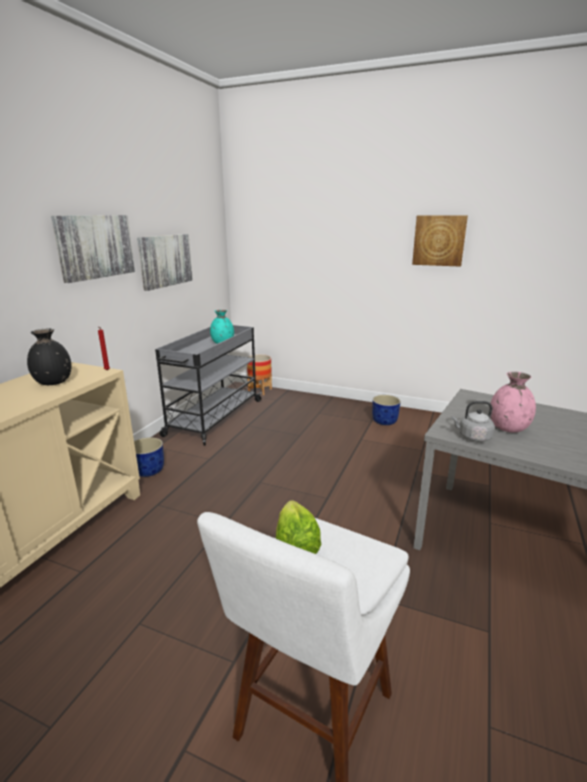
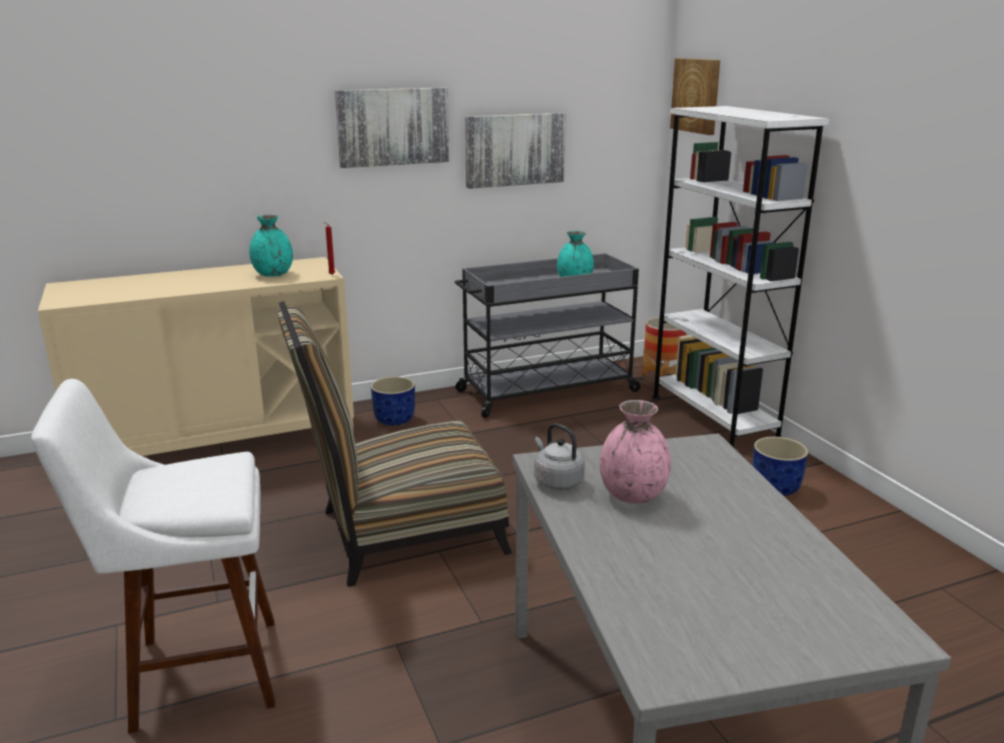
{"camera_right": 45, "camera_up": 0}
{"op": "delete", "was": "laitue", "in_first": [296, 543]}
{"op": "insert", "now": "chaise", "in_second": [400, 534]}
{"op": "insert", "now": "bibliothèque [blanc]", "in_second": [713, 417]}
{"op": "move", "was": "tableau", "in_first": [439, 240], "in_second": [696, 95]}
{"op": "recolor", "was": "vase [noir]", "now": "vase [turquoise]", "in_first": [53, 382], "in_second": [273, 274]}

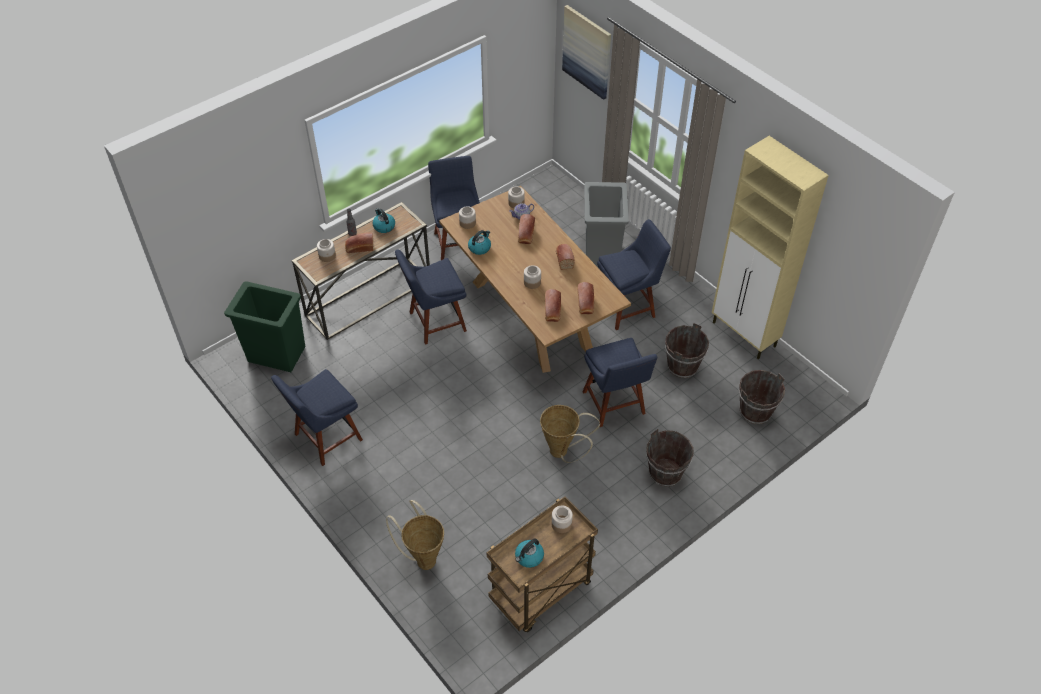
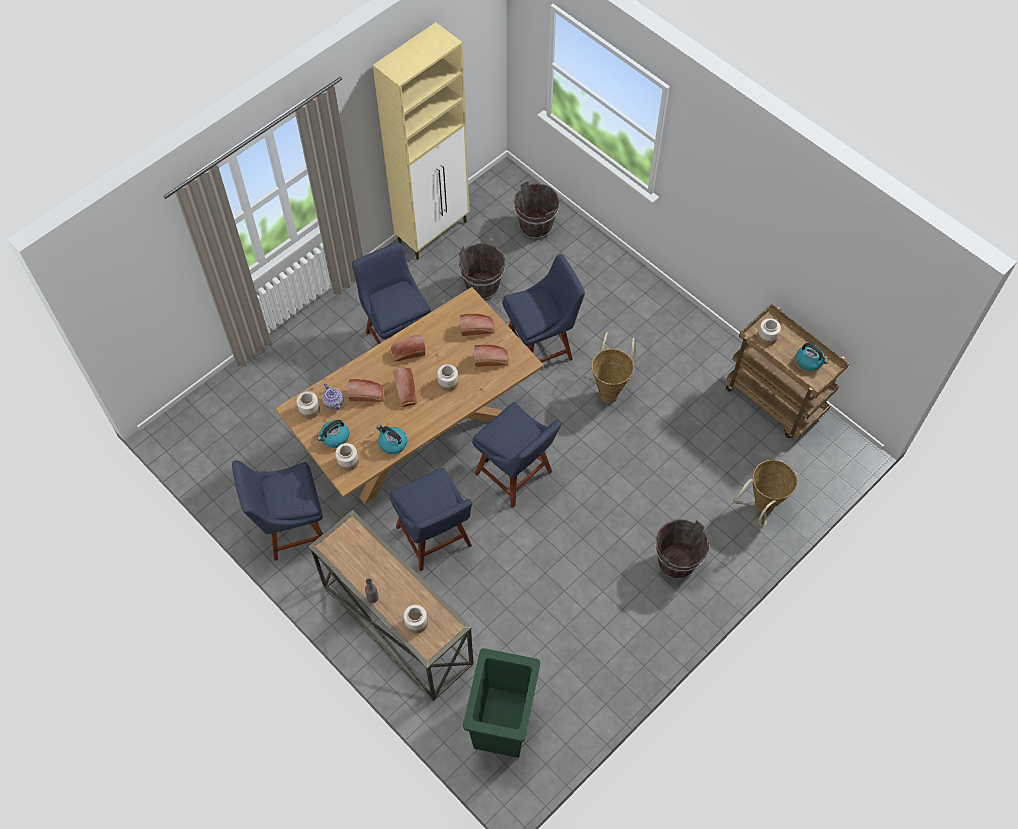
{"camera_right": -95, "camera_up": 10}
{"op": "delete", "was": "tableau", "in_first": [587, 52]}
{"op": "delete", "was": "poubelle [gris]", "in_first": [601, 253]}
{"op": "move", "was": "chaise [bleu]", "in_first": [325, 439], "in_second": [516, 475]}
{"op": "move", "was": "pain", "in_first": [359, 248], "in_second": [406, 392]}
{"op": "move", "was": "bouilloire", "in_first": [383, 226], "in_second": [334, 437]}
{"op": "move", "was": "seau [marron]", "in_first": [665, 473], "in_second": [676, 562]}

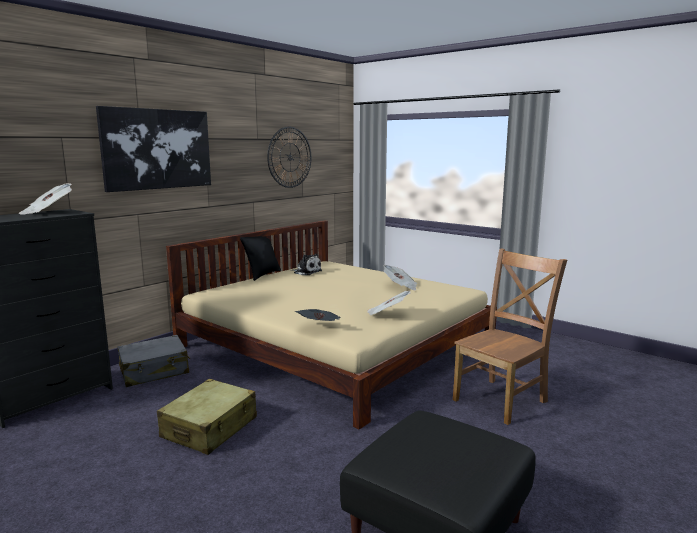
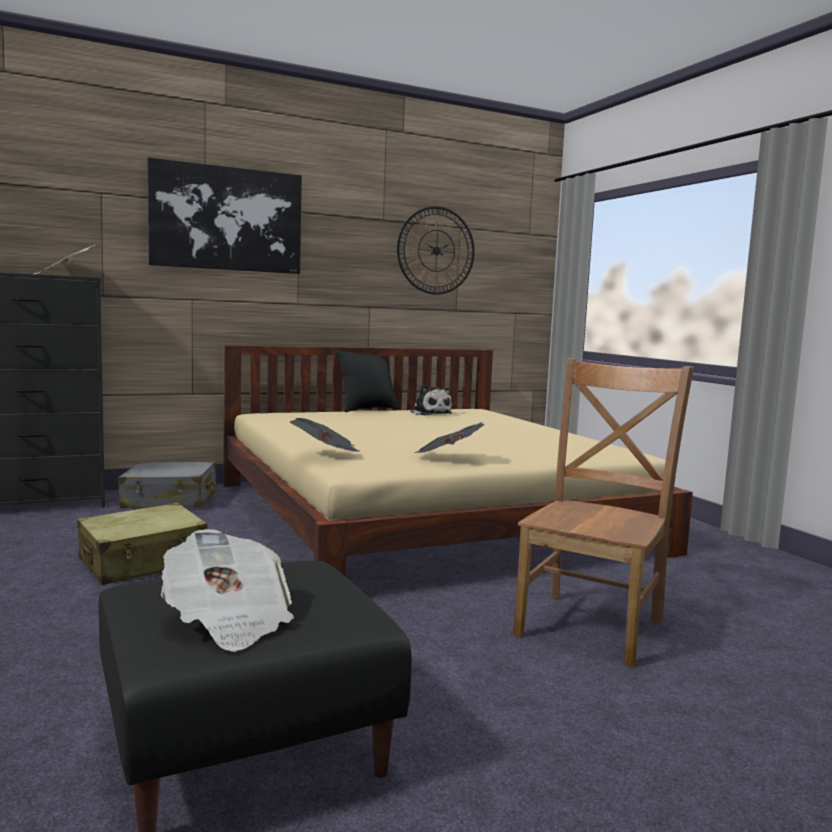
{"camera_right": 25, "camera_up": -5}
{"op": "move", "was": "journal", "in_first": [400, 287], "in_second": [228, 621]}
{"op": "rotate", "was": "chaise [marron]", "in_first": [502, 399], "in_second": [592, 624], "clockwise": -45}

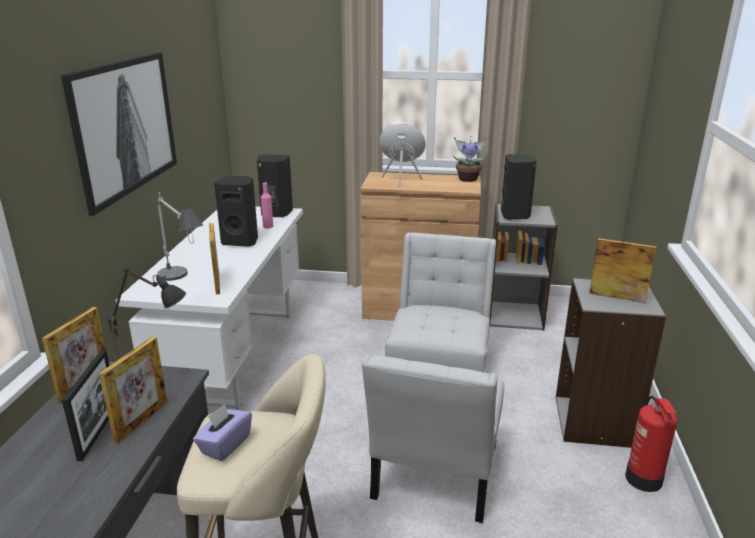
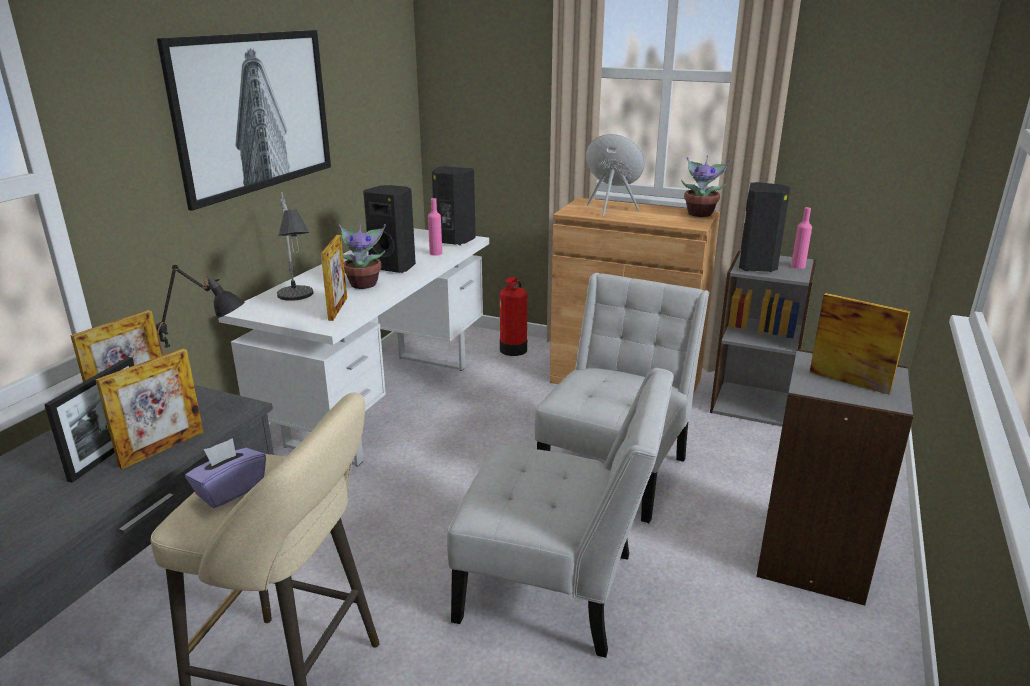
{"camera_right": 15, "camera_up": 0}
{"op": "insert", "now": "plante en pot", "in_second": [364, 284]}
{"op": "insert", "now": "bouteille [rose]", "in_second": [798, 266]}
{"op": "move", "was": "extincteur", "in_first": [644, 479], "in_second": [513, 350]}
{"op": "rotate", "was": "chaise [blanc]", "in_first": [433, 477], "in_second": [557, 590], "clockwise": -105}

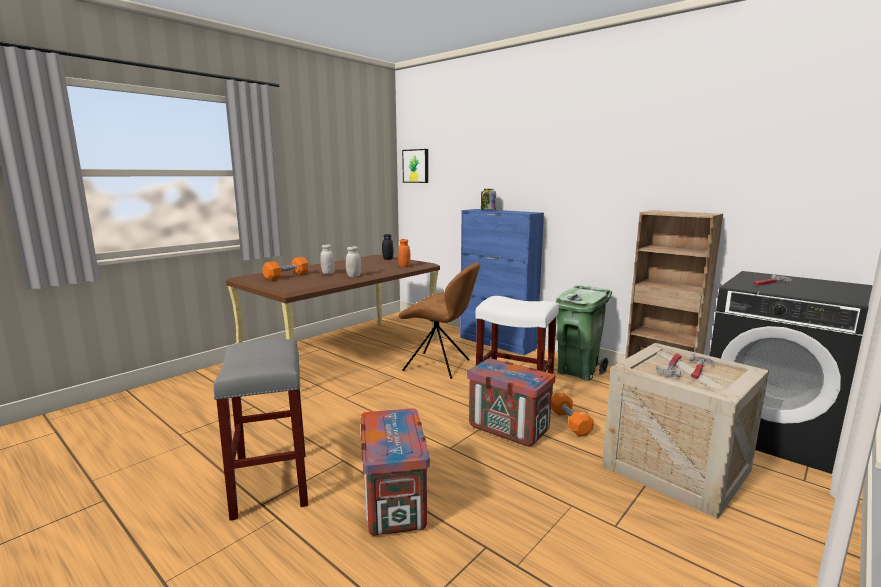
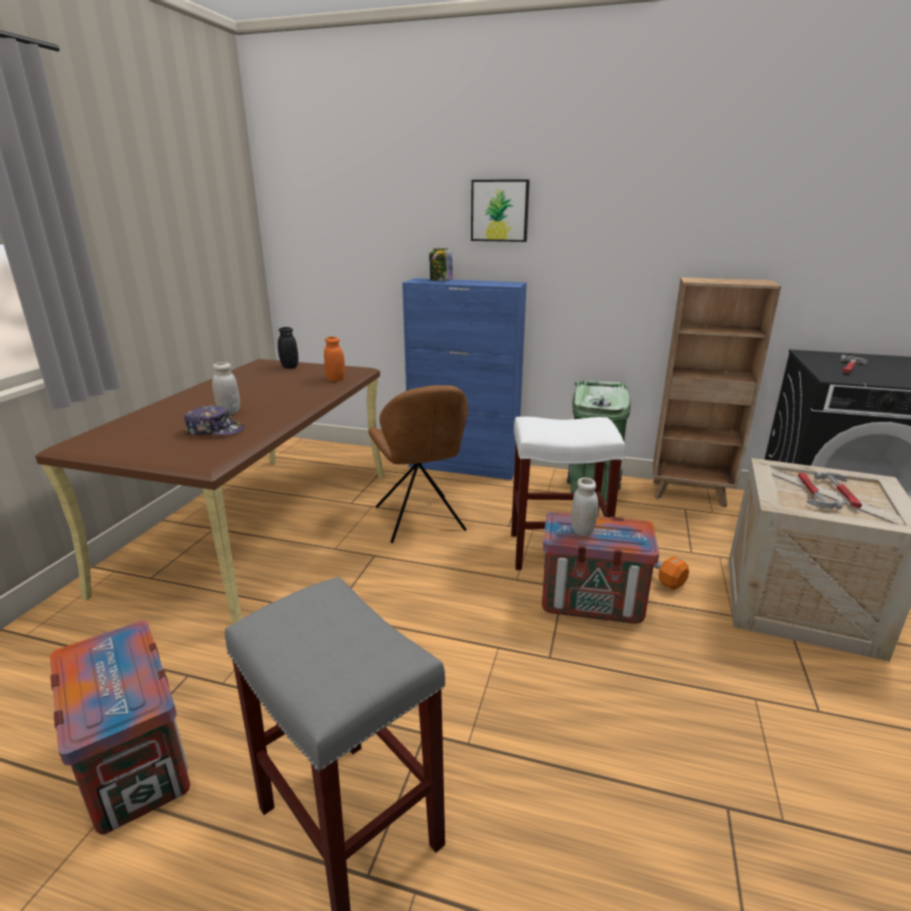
{"camera_right": -25, "camera_up": 10}
{"op": "delete", "was": "haltère [orange]", "in_first": [286, 276]}
{"op": "insert", "now": "casquette", "in_second": [215, 430]}
{"op": "move", "was": "bocal [blanc]", "in_first": [354, 276], "in_second": [582, 531]}
{"op": "move", "was": "caisse", "in_first": [394, 503], "in_second": [135, 764]}
{"op": "move", "was": "tableau", "in_first": [416, 166], "in_second": [500, 210]}
{"op": "rotate", "was": "chaise [marron]", "in_first": [439, 366], "in_second": [420, 520], "clockwise": 75}

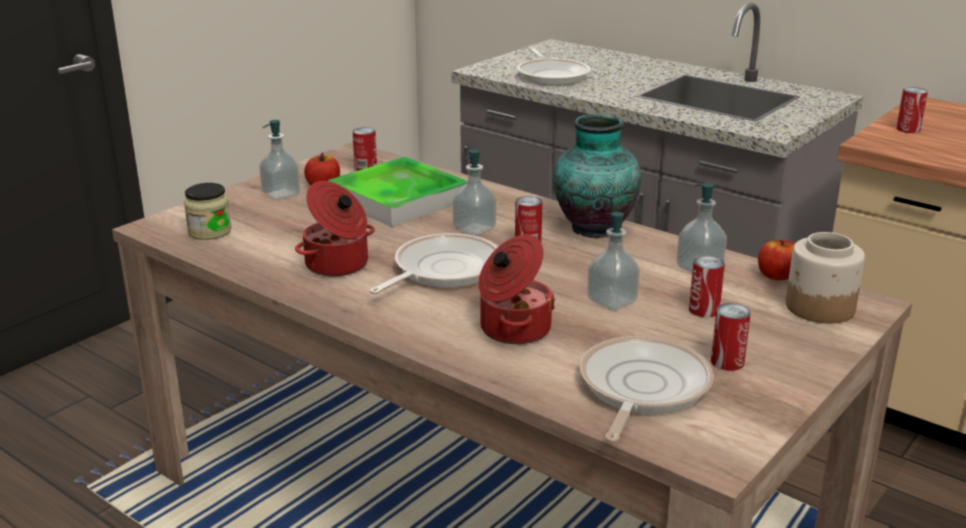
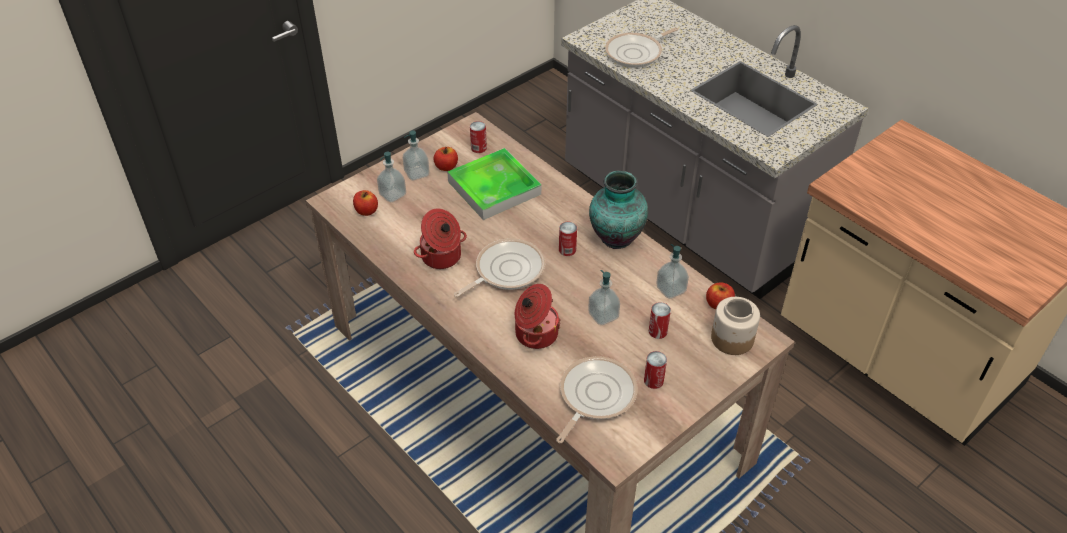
{"camera_right": 10, "camera_up": 20}
{"op": "delete", "was": "boîte métallique", "in_first": [908, 129]}
{"op": "move", "was": "distributeur de savon", "in_first": [474, 229], "in_second": [392, 195]}
{"op": "replace", "was": "bocal", "now": "pomme", "in_first": [210, 231], "in_second": [366, 211]}
{"op": "rotate", "was": "poêle", "in_first": [552, 75], "in_second": [636, 53], "clockwise": 60}

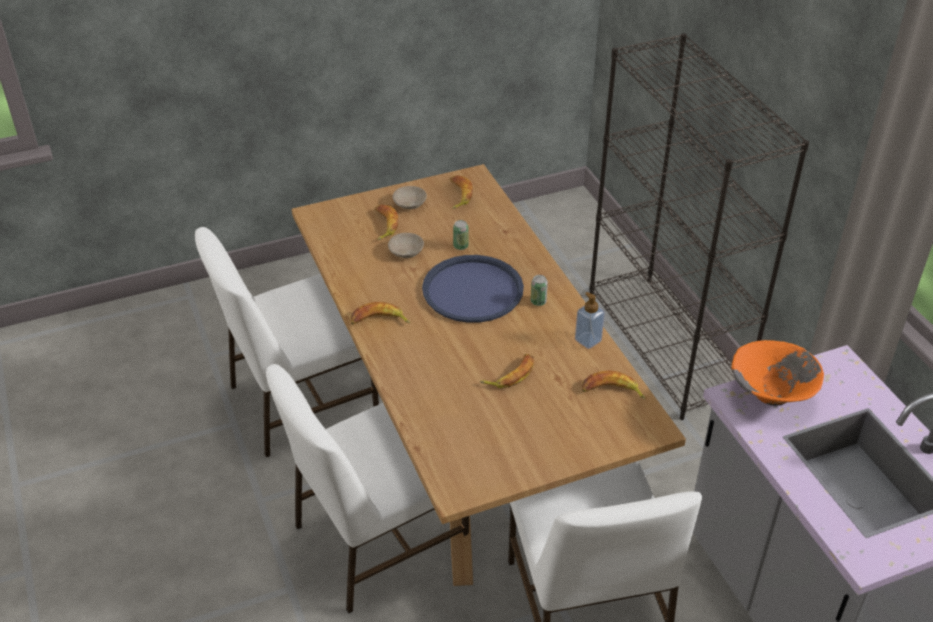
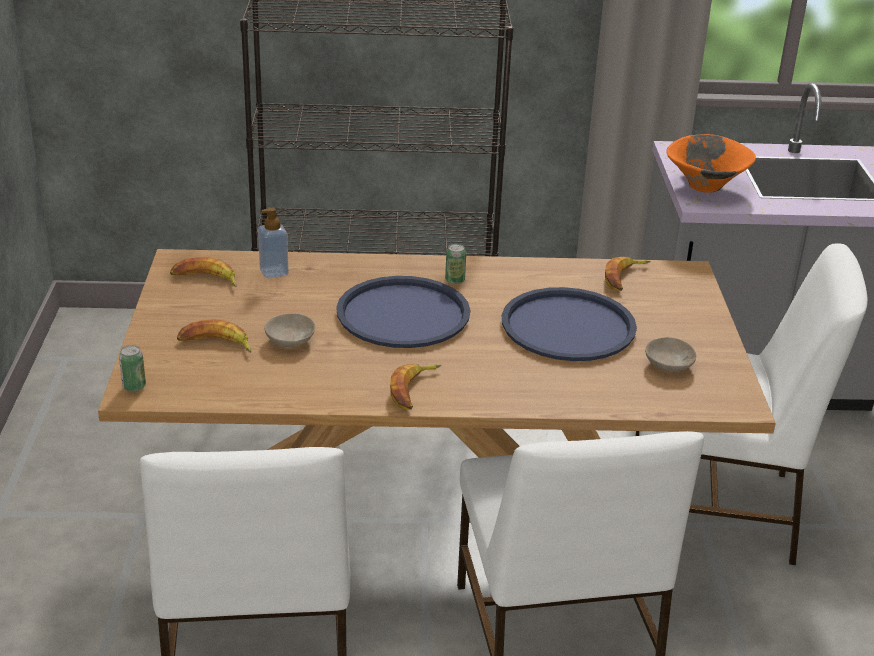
{"camera_right": -70, "camera_up": -10}
{"op": "move", "was": "bol [beige]", "in_first": [410, 203], "in_second": [667, 364]}
{"op": "move", "was": "boîte métallique", "in_first": [460, 246], "in_second": [134, 386]}
{"op": "move", "was": "distributeur de savon", "in_first": [588, 340], "in_second": [274, 272]}
{"op": "replace", "was": "banane", "now": "plateau [bleu]", "in_first": [510, 375], "in_second": [568, 326]}

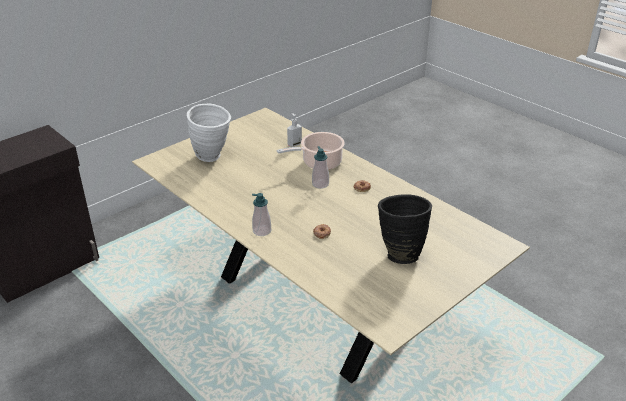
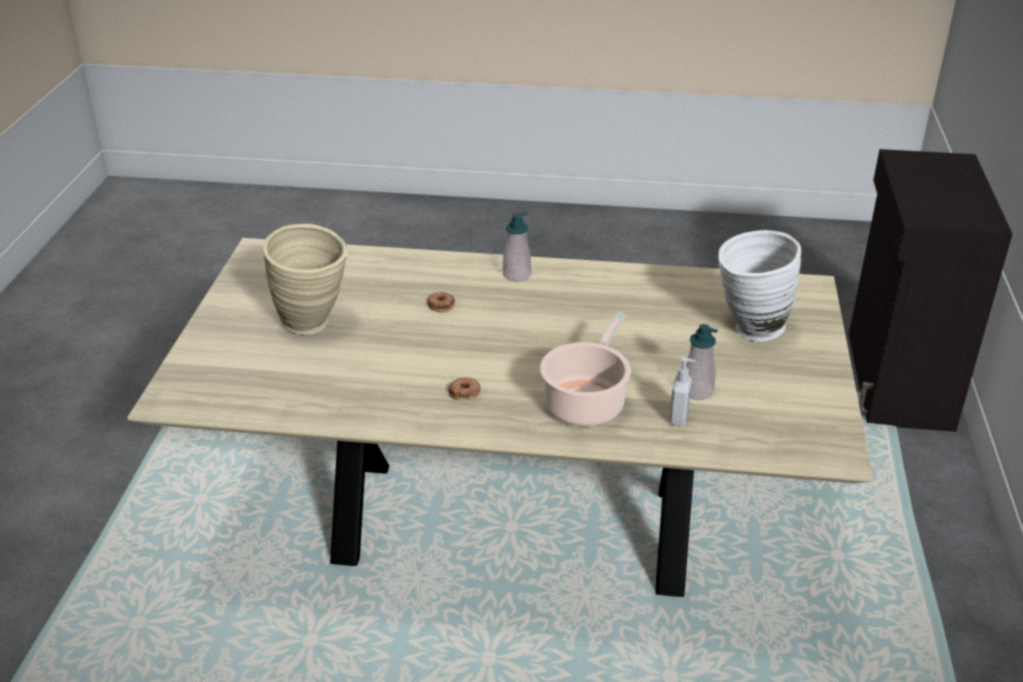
{"camera_right": 140, "camera_up": 0}
{"op": "move", "was": "distributeur de savon", "in_first": [320, 184], "in_second": [696, 391]}
{"op": "recolor", "was": "vase [noir]", "now": "vase [beige]", "in_first": [399, 253], "in_second": [314, 325]}

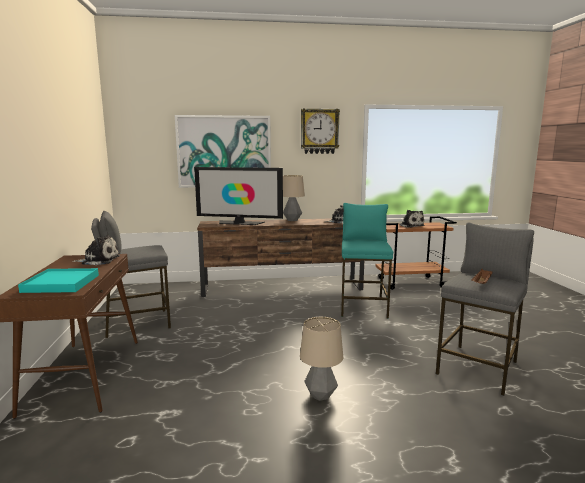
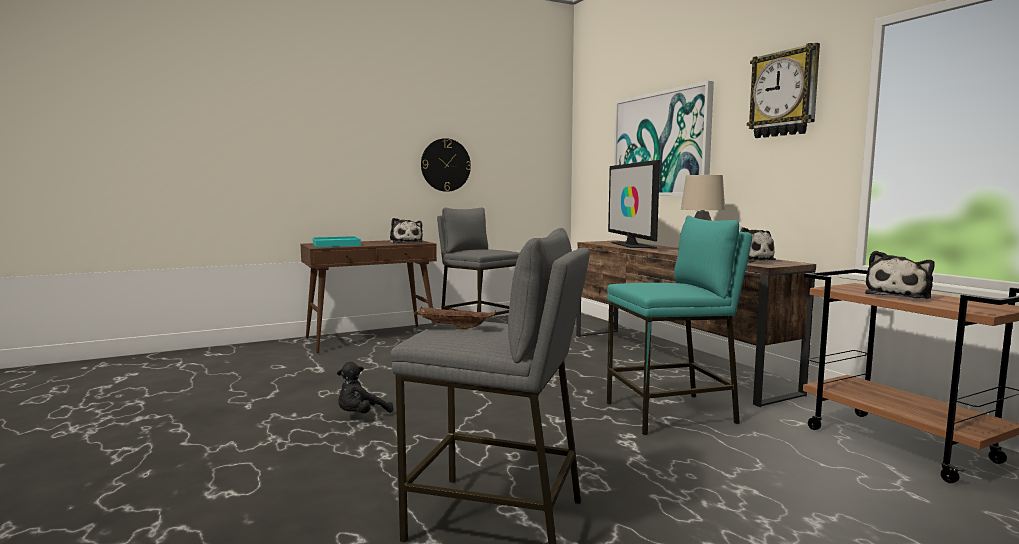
{"camera_right": 70, "camera_up": -5}
{"op": "insert", "now": "horloge murale", "in_second": [445, 165]}
{"op": "replace", "was": "lampe de table", "now": "peluche [noir]", "in_first": [320, 395], "in_second": [361, 415]}

